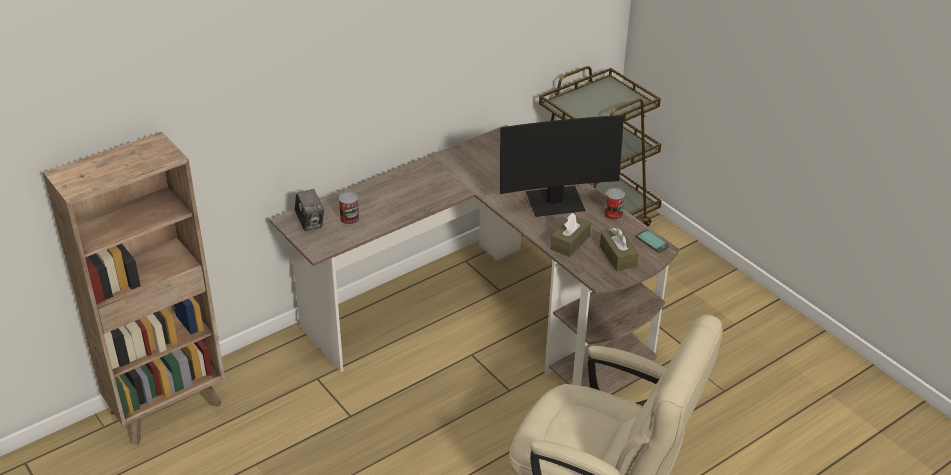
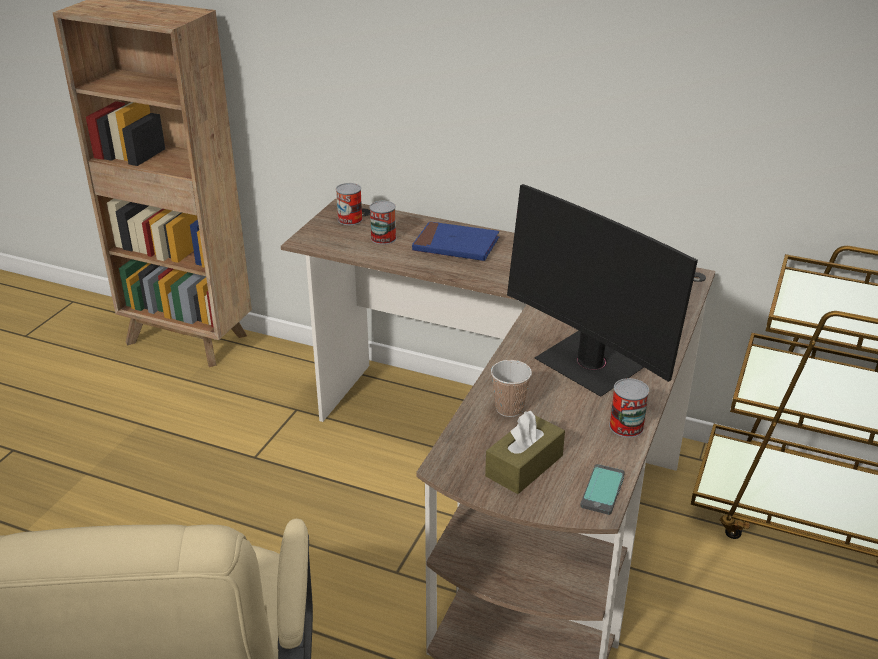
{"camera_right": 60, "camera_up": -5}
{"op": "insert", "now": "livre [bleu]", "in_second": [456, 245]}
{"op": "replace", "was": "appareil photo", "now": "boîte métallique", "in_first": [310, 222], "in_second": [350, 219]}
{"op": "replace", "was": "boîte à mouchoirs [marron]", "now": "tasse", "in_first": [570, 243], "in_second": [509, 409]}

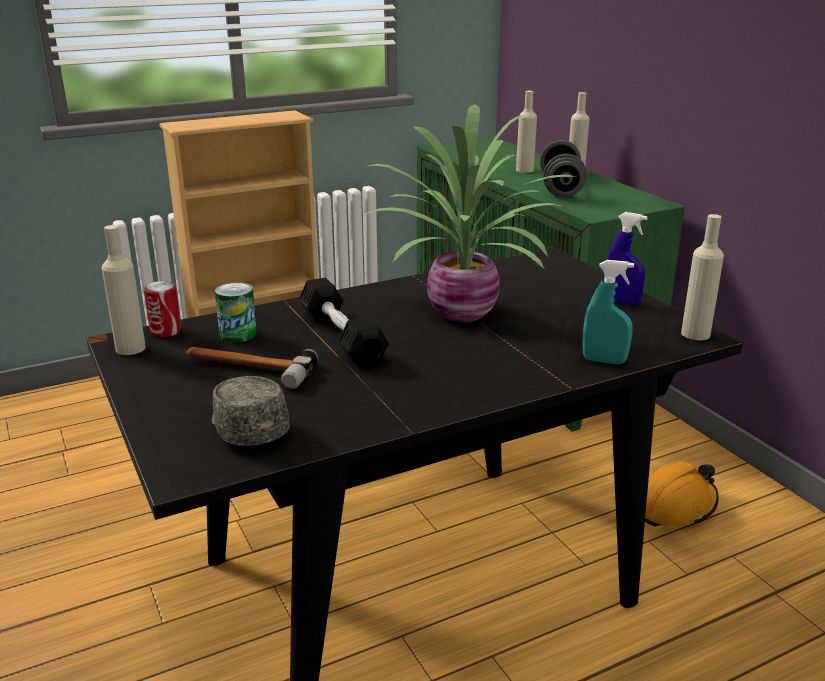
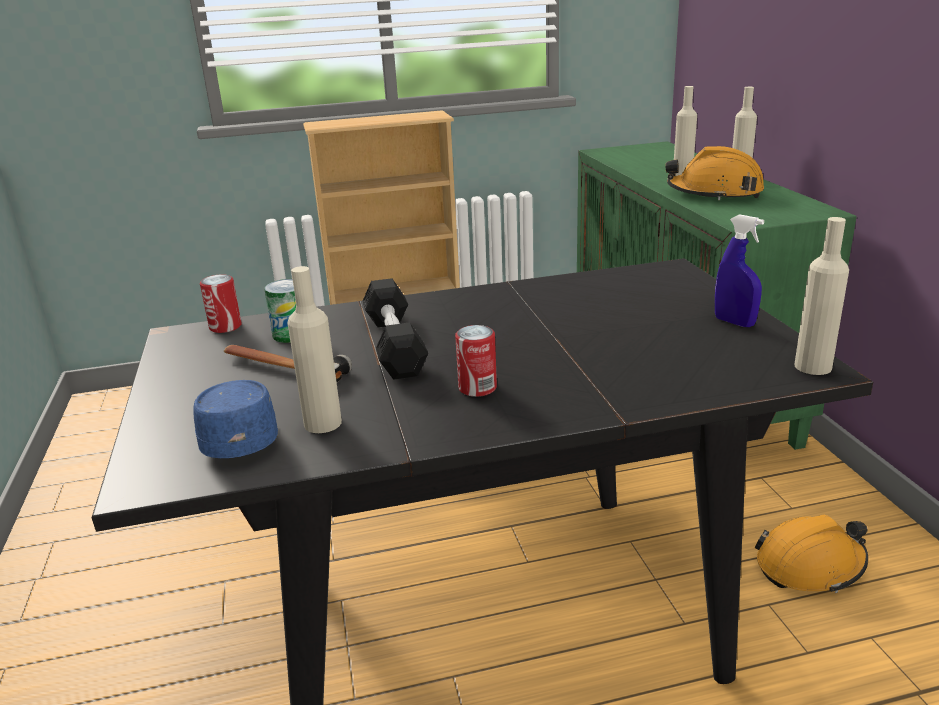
{"camera_right": 15, "camera_up": 0}
{"op": "delete", "was": "plante en pot", "in_first": [466, 313]}
{"op": "delete", "was": "vaporisateur [turquoise]", "in_first": [604, 361]}
{"op": "insert", "now": "boîte métallique", "in_second": [477, 388]}
{"op": "move", "was": "bouteille [beige]", "in_first": [130, 348], "in_second": [323, 423]}
{"op": "replace", "was": "haltère [gris]", "now": "casque de chantier [orange]", "in_first": [561, 188], "in_second": [714, 193]}
{"op": "recolor", "was": "casquette [gris]", "now": "casquette [bleu]", "in_first": [247, 427], "in_second": [239, 436]}

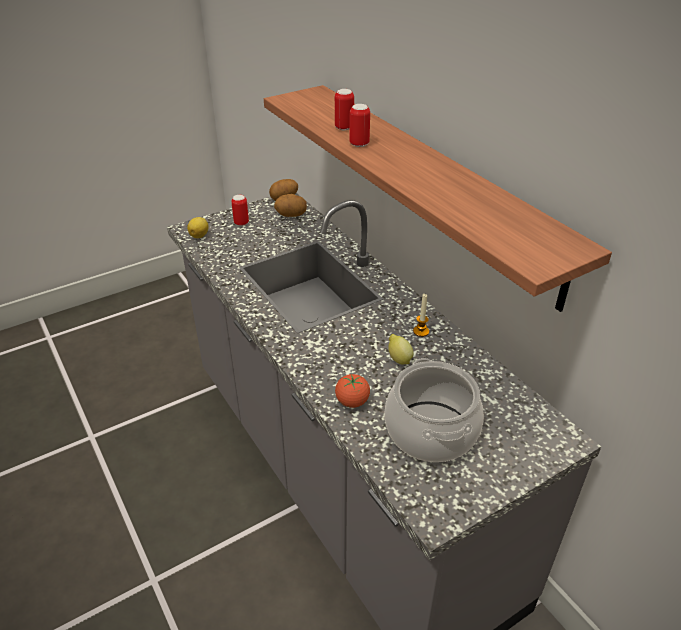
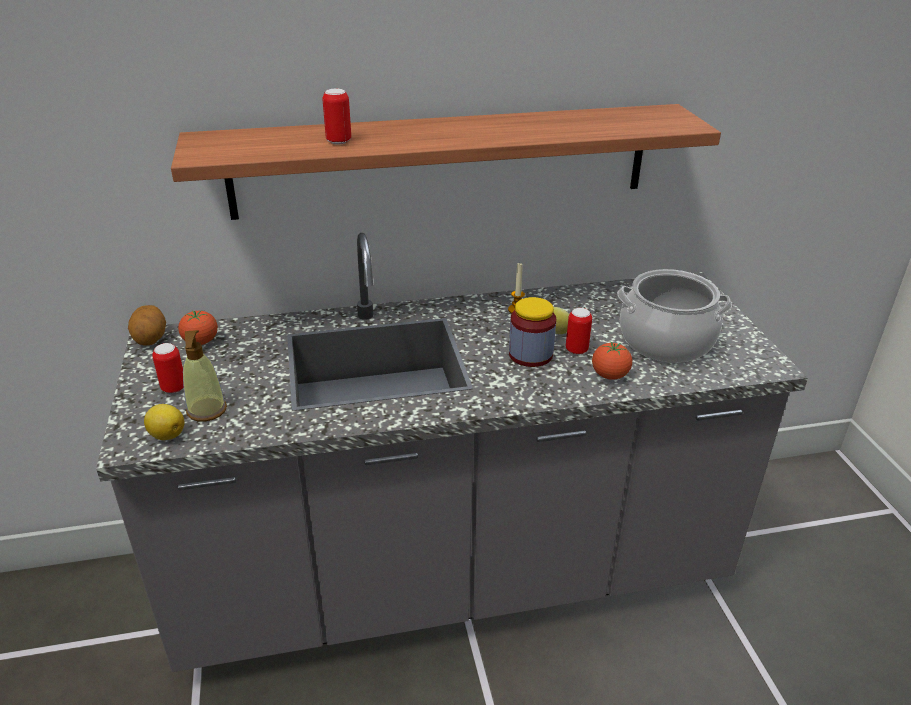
{"camera_right": -70, "camera_up": -5}
{"op": "insert", "now": "distributeur de savon", "in_second": [206, 410]}
{"op": "insert", "now": "bocal", "in_second": [530, 355]}
{"op": "move", "was": "boîte métallique", "in_first": [359, 144], "in_second": [576, 350]}
{"op": "replace", "was": "pomme de terre", "now": "tomate", "in_first": [291, 215], "in_second": [201, 342]}

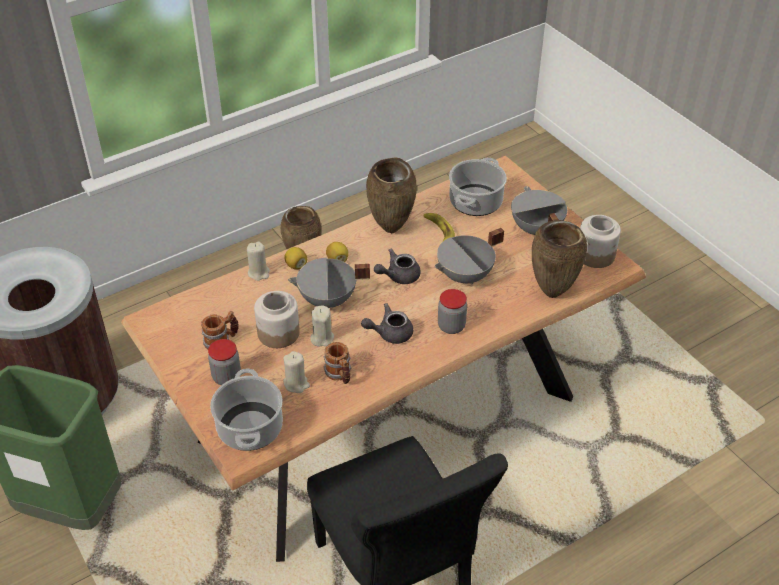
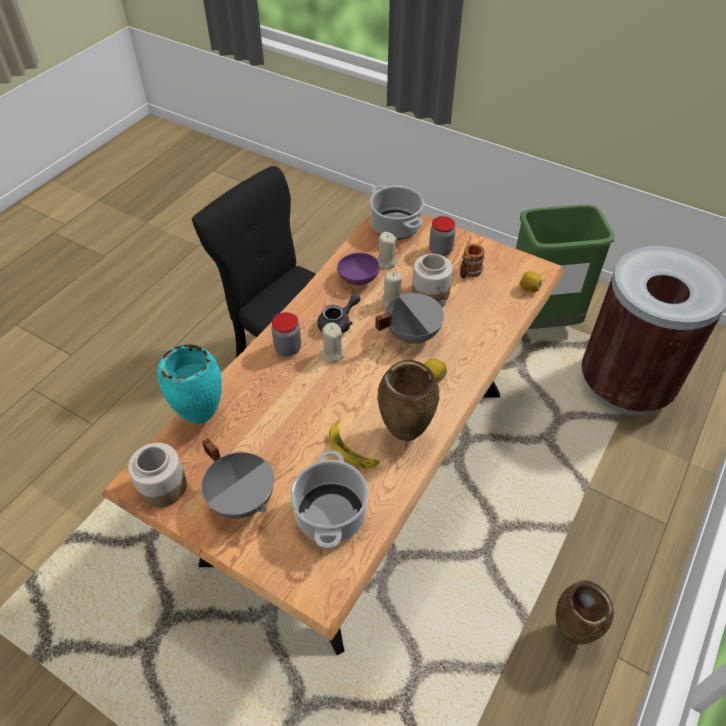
{"camera_right": 155, "camera_up": 5}
{"op": "delete", "was": "théière [gris]", "in_first": [398, 276]}
{"op": "delete", "was": "marmite [gris]", "in_first": [465, 276]}
{"op": "move", "was": "bougie [beige]", "in_first": [259, 273], "in_second": [332, 354]}
{"op": "move", "was": "citron", "in_first": [296, 265], "in_second": [529, 288]}
{"op": "replace", "was": "mug", "now": "bol [violet]", "in_first": [340, 375], "in_second": [358, 278]}
{"op": "recolor", "was": "vase [marron]", "now": "vase [turquoise]", "in_first": [553, 292], "in_second": [201, 418]}

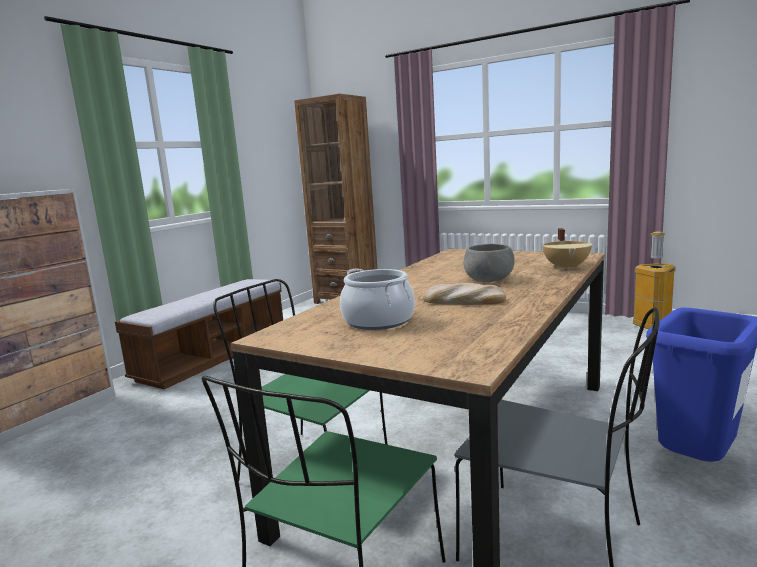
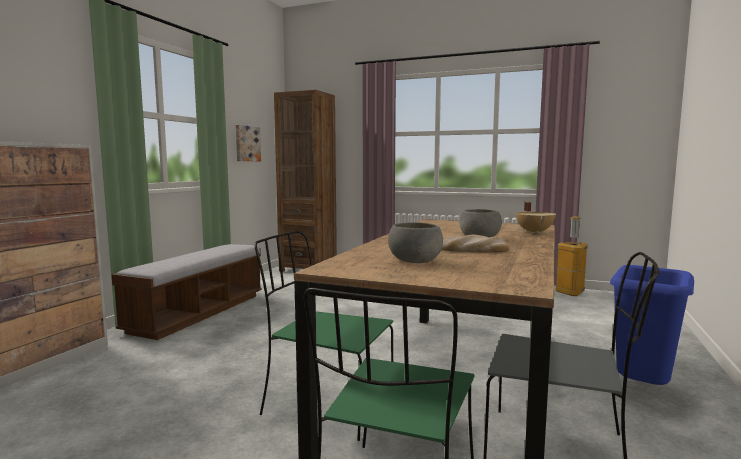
{"camera_right": -10, "camera_up": -5}
{"op": "insert", "now": "tableau", "in_second": [247, 143]}
{"op": "replace", "was": "marmite", "now": "bol [gris]", "in_first": [378, 321], "in_second": [414, 261]}

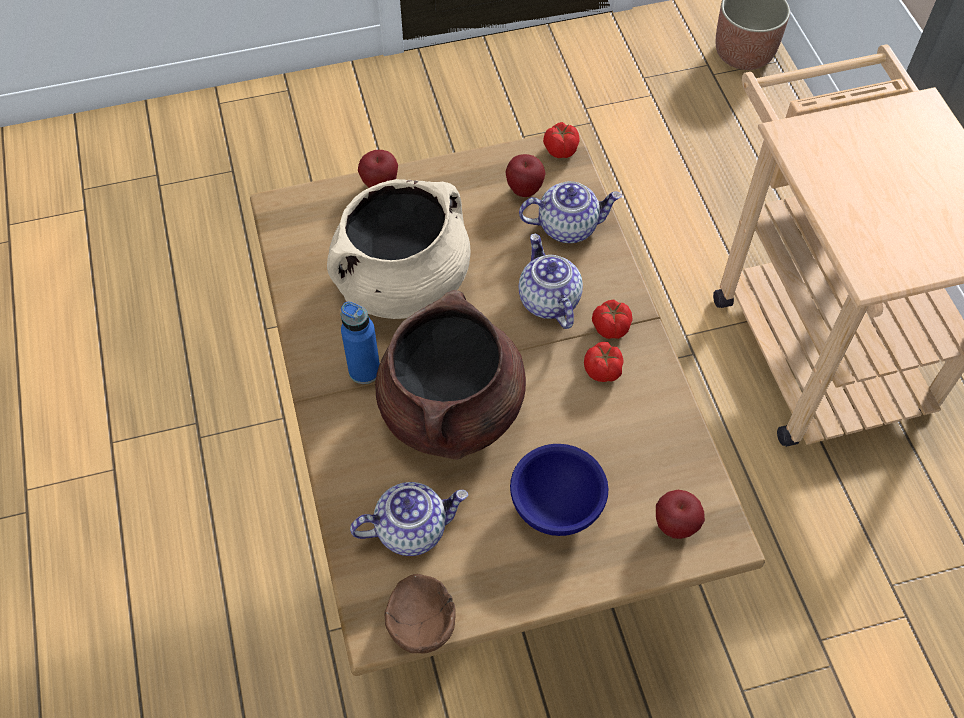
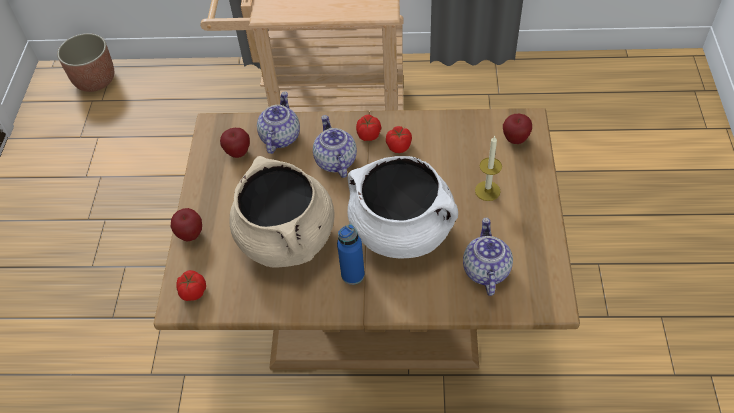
{"camera_right": -70, "camera_up": -5}
{"op": "delete", "was": "bol [marron]", "in_first": [422, 619]}
{"op": "move", "was": "tomate", "in_first": [560, 150], "in_second": [193, 292]}
{"op": "replace", "was": "bol [bleu]", "now": "bougie", "in_first": [556, 505], "in_second": [487, 191]}
{"op": "recolor", "was": "marmite [marron]", "now": "marmite [blanc]", "in_first": [451, 410], "in_second": [402, 230]}
{"op": "rotate", "was": "théière", "in_first": [548, 300], "in_second": [335, 161], "clockwise": 75}

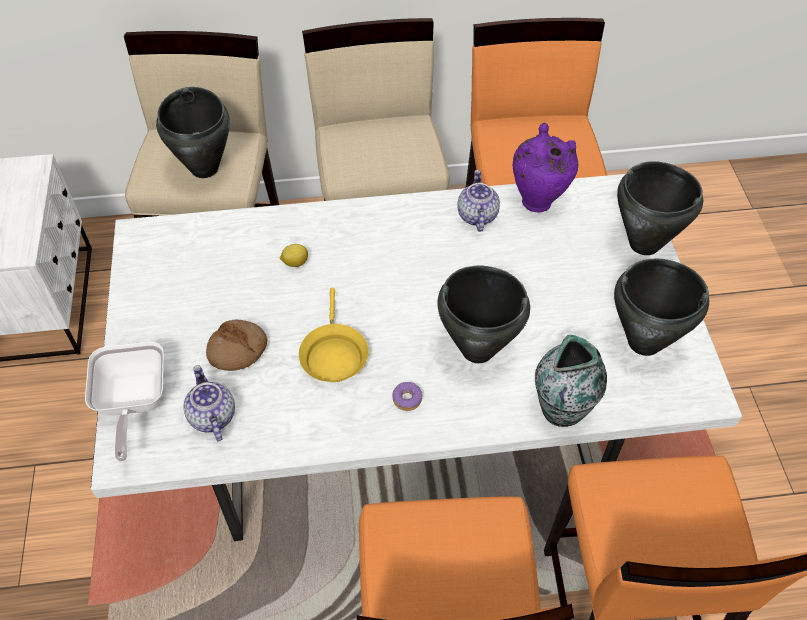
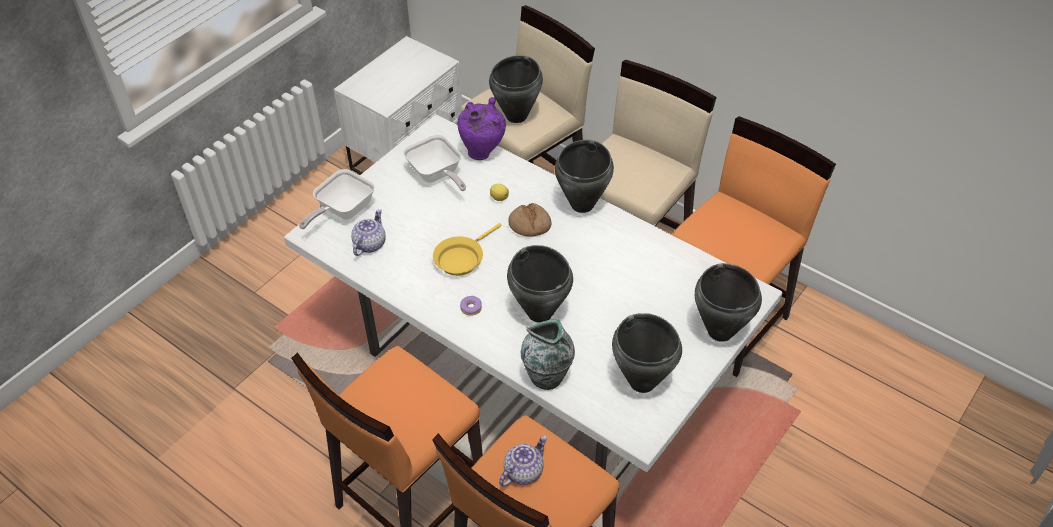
{"camera_right": 45, "camera_up": -5}
{"op": "insert", "now": "poêle", "in_second": [436, 176]}
{"op": "insert", "now": "marmite [noir]", "in_second": [583, 204]}
{"op": "move", "was": "pain", "in_first": [237, 350], "in_second": [529, 225]}
{"op": "move", "was": "théière", "in_first": [476, 215], "in_second": [523, 471]}
{"op": "move", "was": "vase [violet]", "in_first": [538, 200], "in_second": [482, 153]}

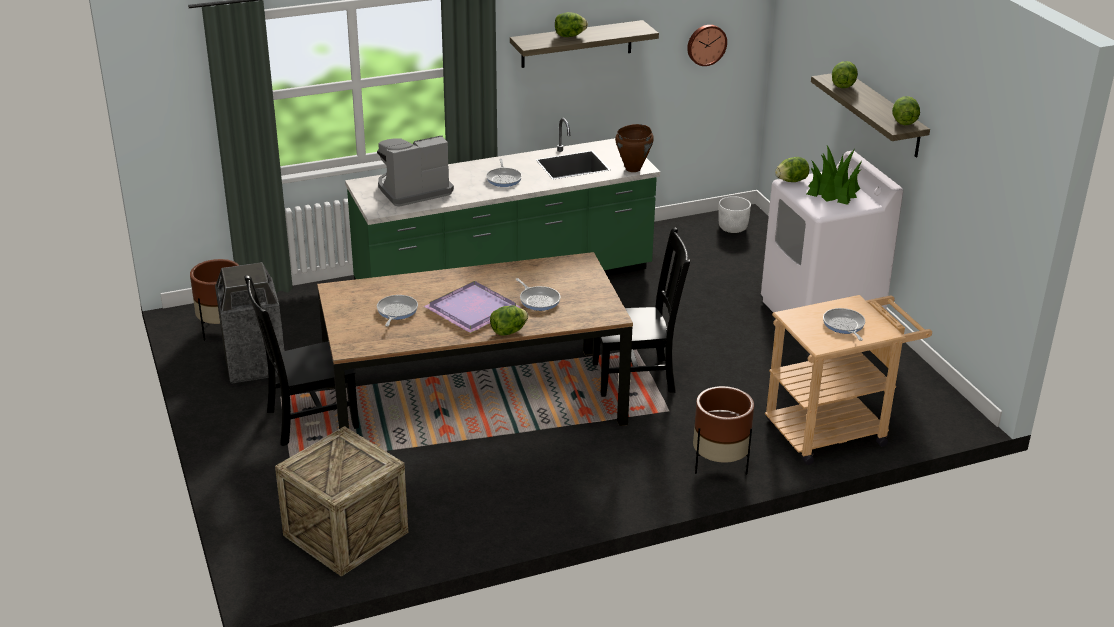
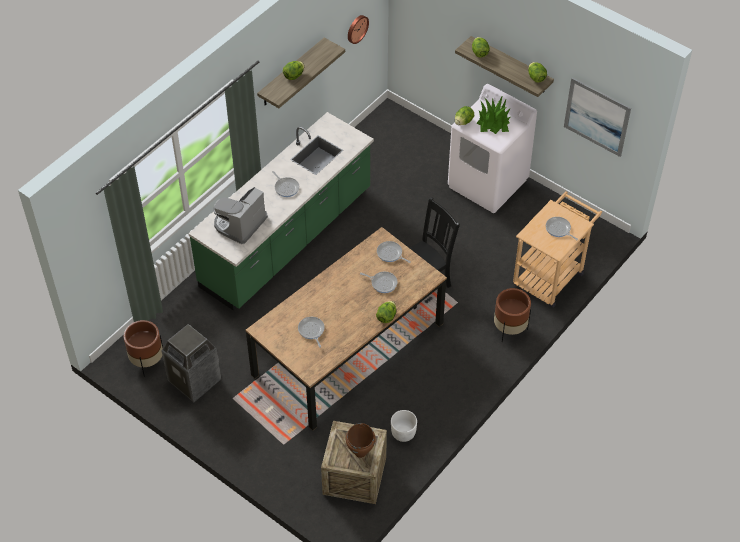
{"camera_right": -30, "camera_up": 20}
{"op": "delete", "was": "chaise [noir]", "in_first": [308, 420]}
{"op": "delete", "was": "plateau [violet]", "in_first": [472, 310]}
{"op": "insert", "now": "poêle", "in_second": [390, 254]}
{"op": "insert", "now": "tableau", "in_second": [597, 117]}
{"op": "move", "was": "marmite [marron]", "in_first": [633, 169], "in_second": [360, 452]}
{"op": "move", "was": "cache-pot [blanc]", "in_first": [732, 228], "in_second": [403, 433]}

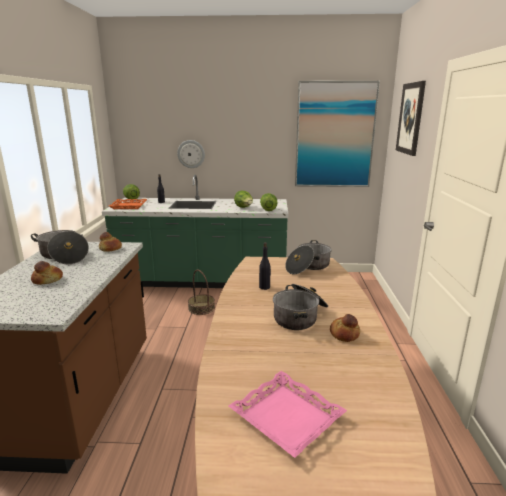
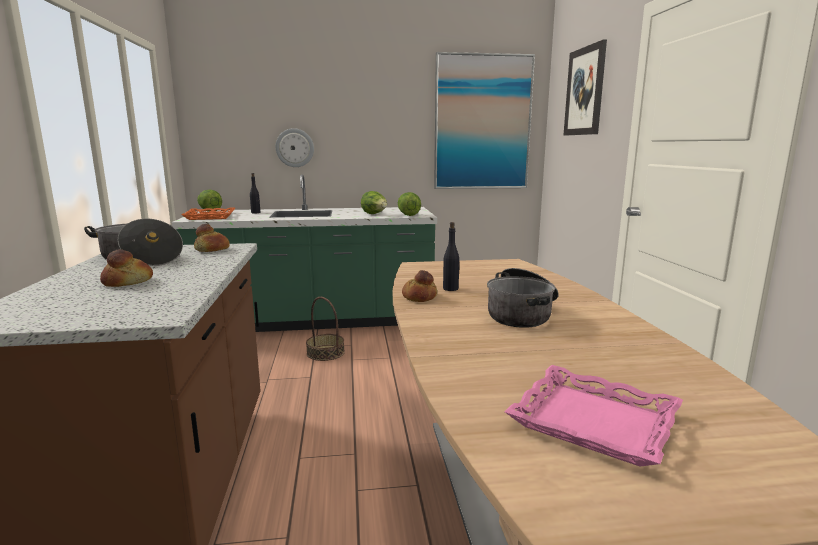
{"camera_right": -10, "camera_up": -5}
{"op": "delete", "was": "marmite", "in_first": [308, 267]}
{"op": "move", "was": "pain", "in_first": [345, 334], "in_second": [420, 297]}

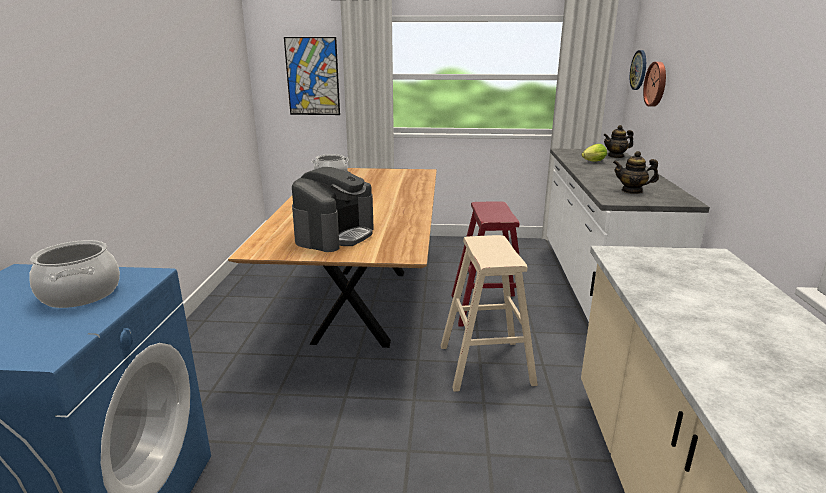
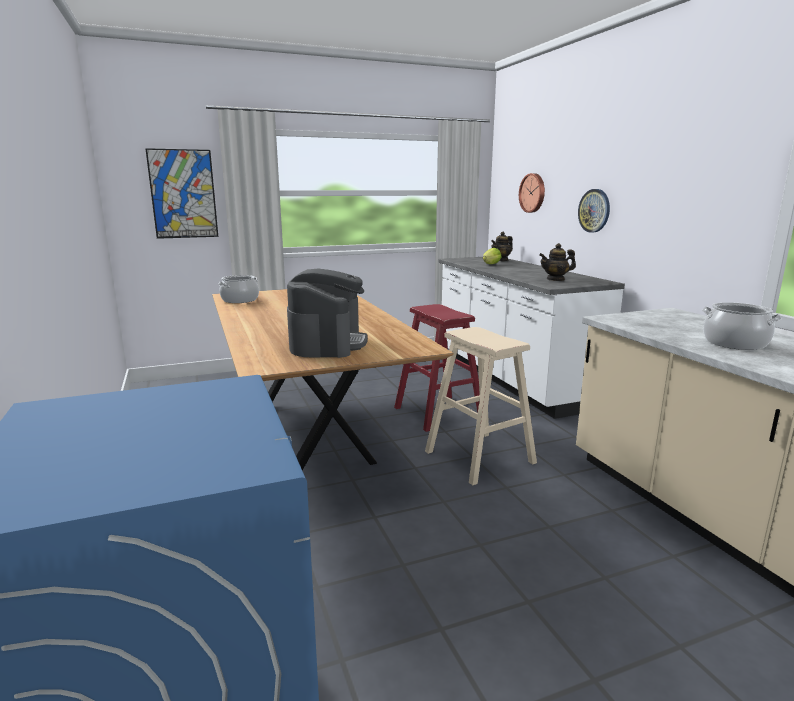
{"camera_right": -25, "camera_up": -5}
{"op": "move", "was": "marmite", "in_first": [80, 294], "in_second": [734, 343]}
{"op": "move", "was": "horloge murale", "in_first": [639, 70], "in_second": [594, 210]}

